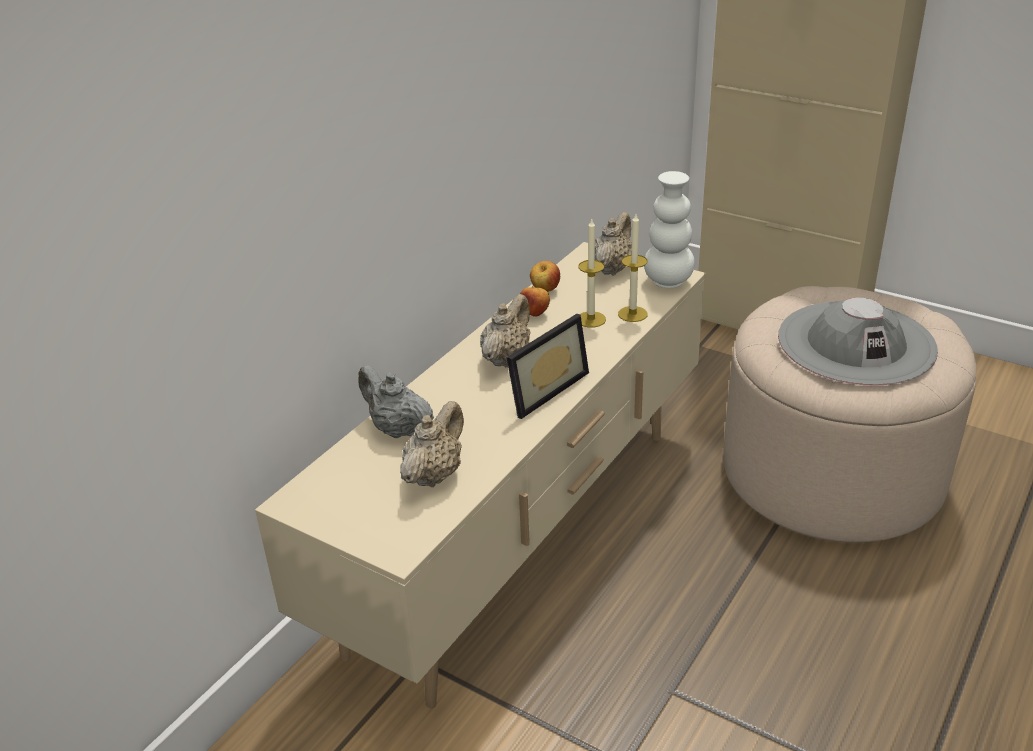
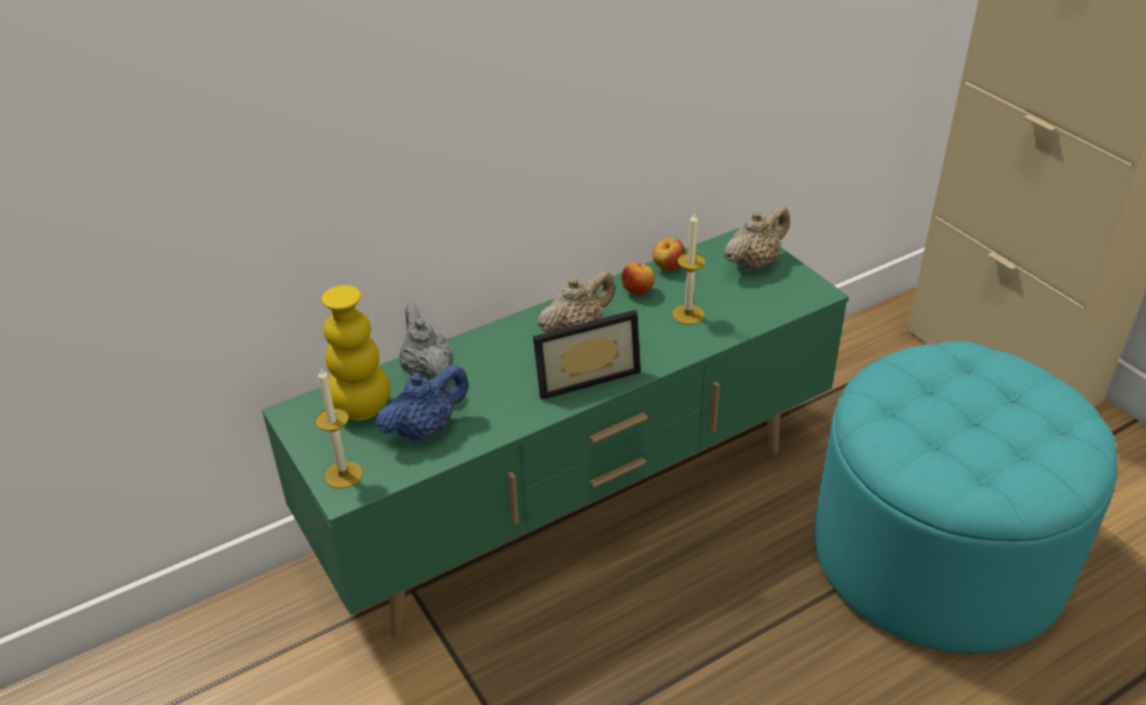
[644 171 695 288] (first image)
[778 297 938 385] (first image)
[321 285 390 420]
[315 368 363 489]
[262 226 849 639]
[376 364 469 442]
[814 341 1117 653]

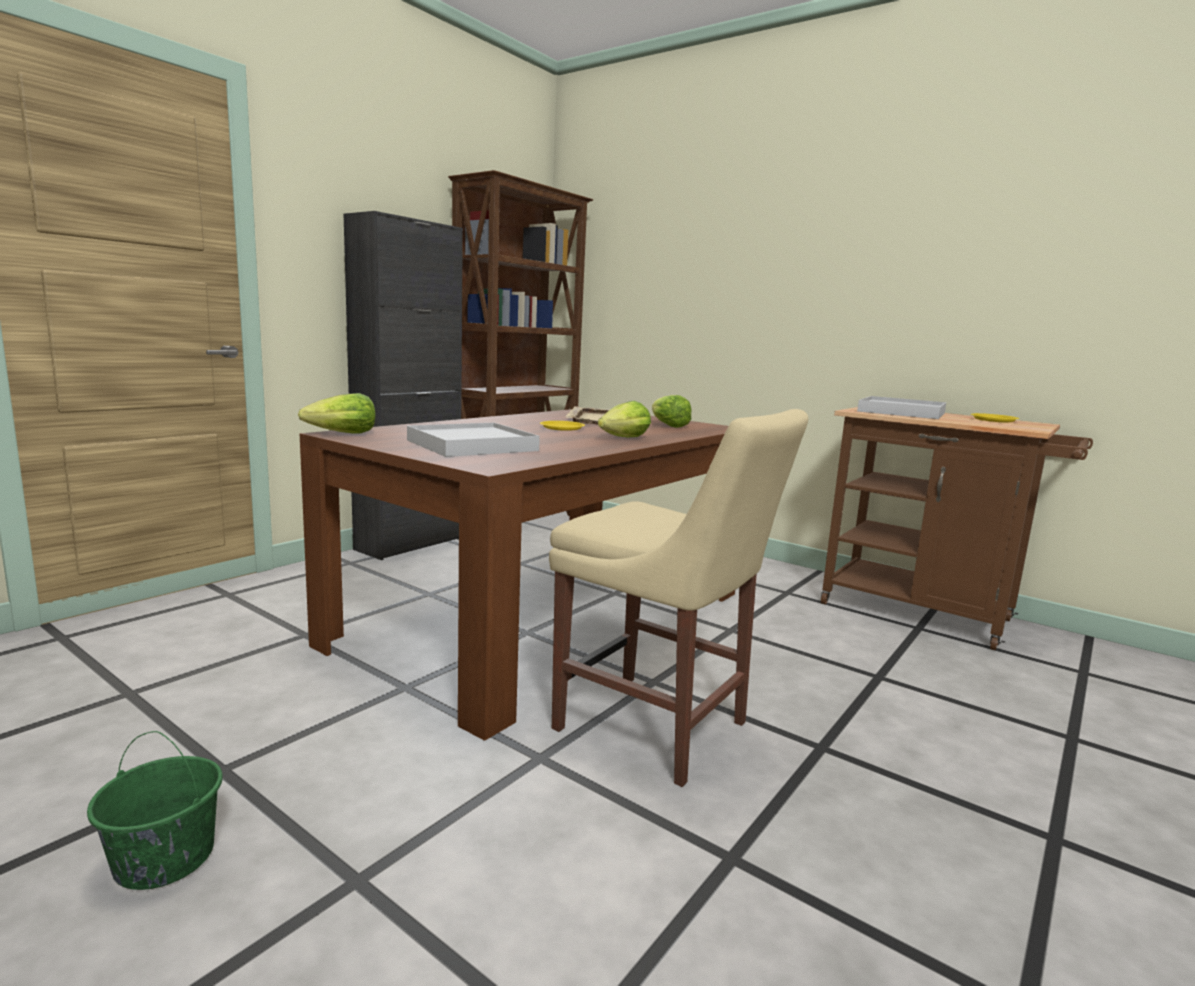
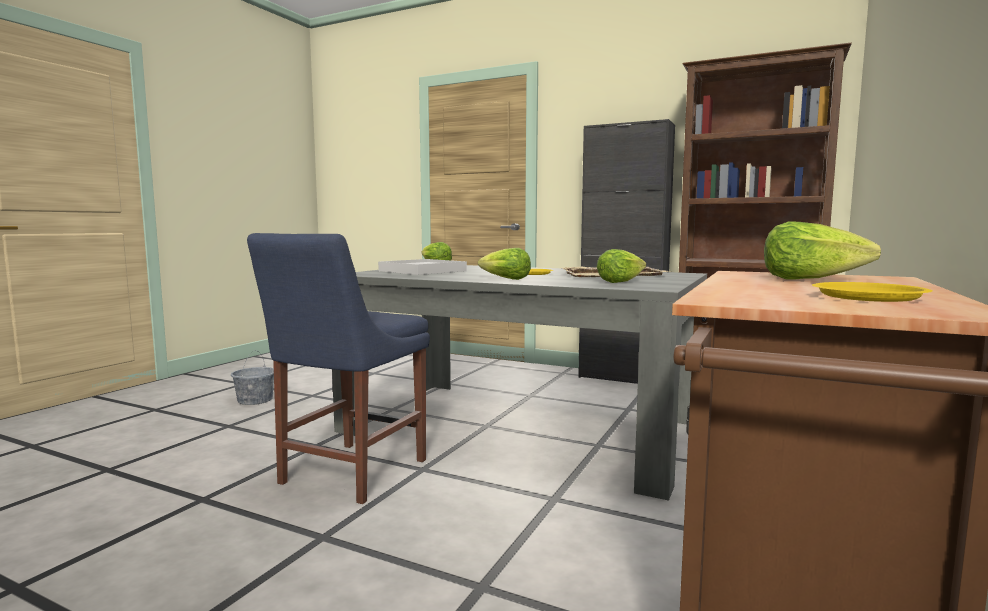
[764 222 881 279]
[231 350 274 405]
[332 265 707 501]
[247 233 430 504]

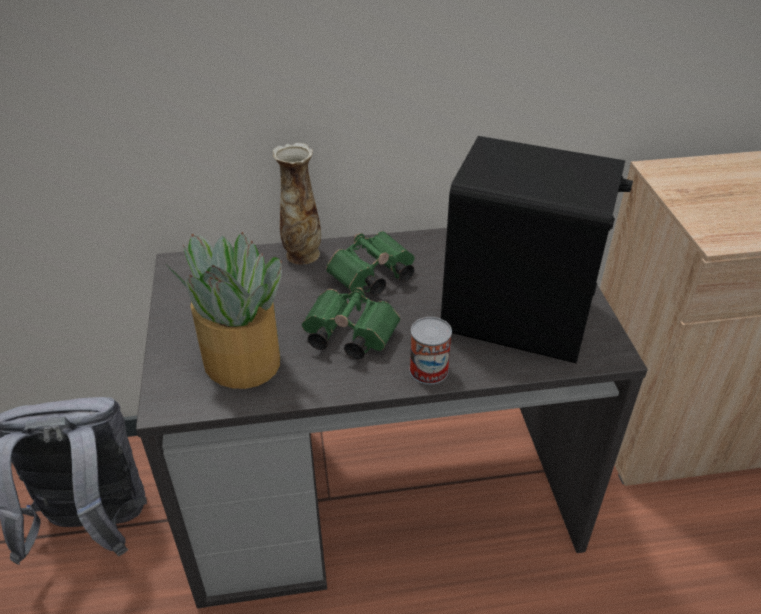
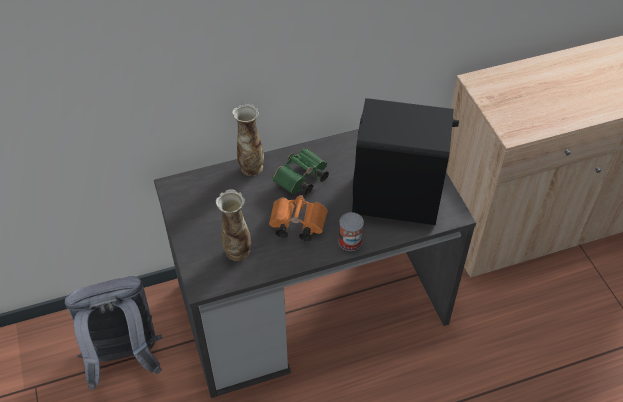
[216 189 251 261]
[269 195 328 241]

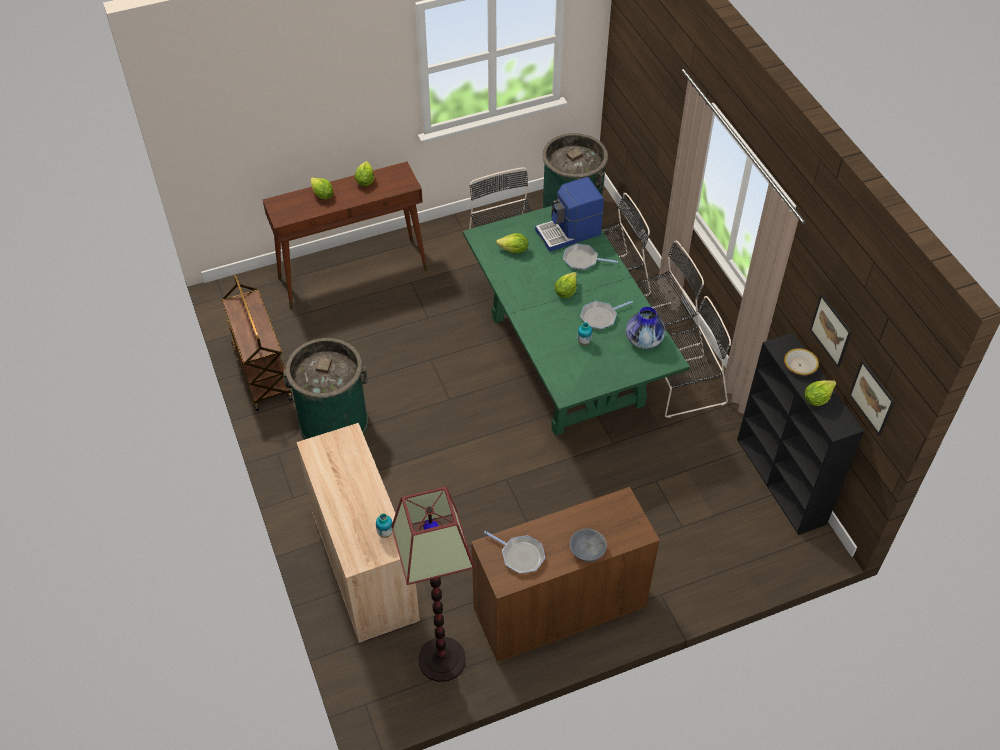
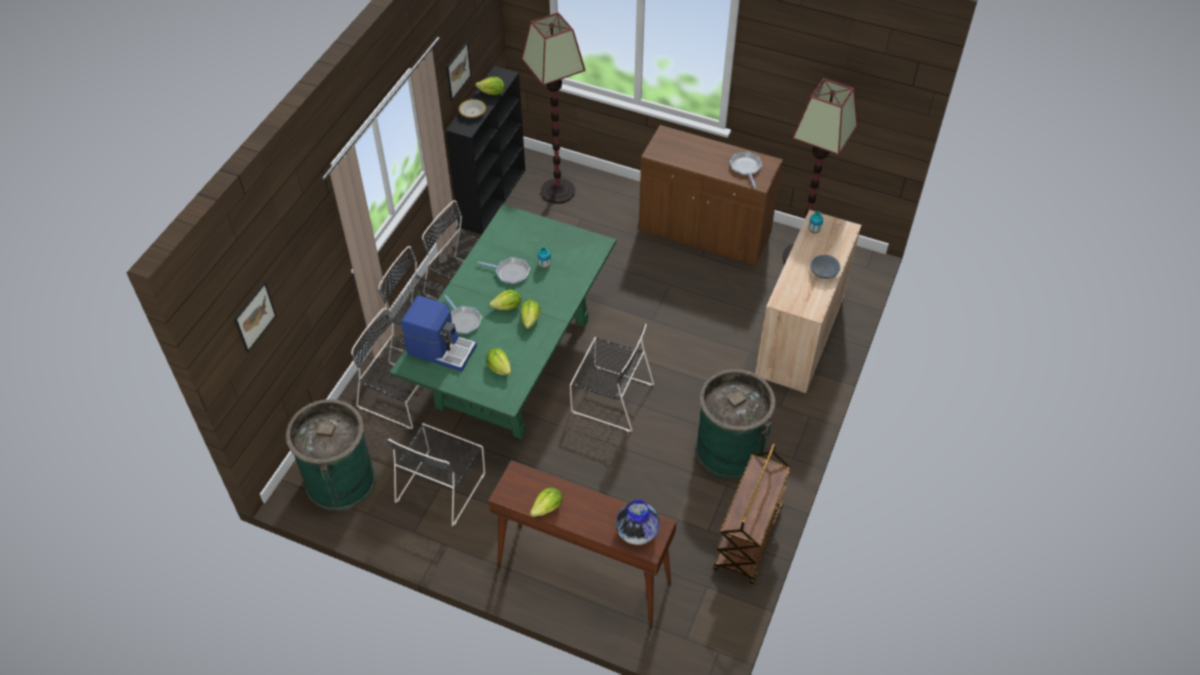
[521 12 585 204]
[570 324 654 432]
[521 300 541 329]
[810 255 840 279]
[616 500 660 545]
[234 282 277 353]

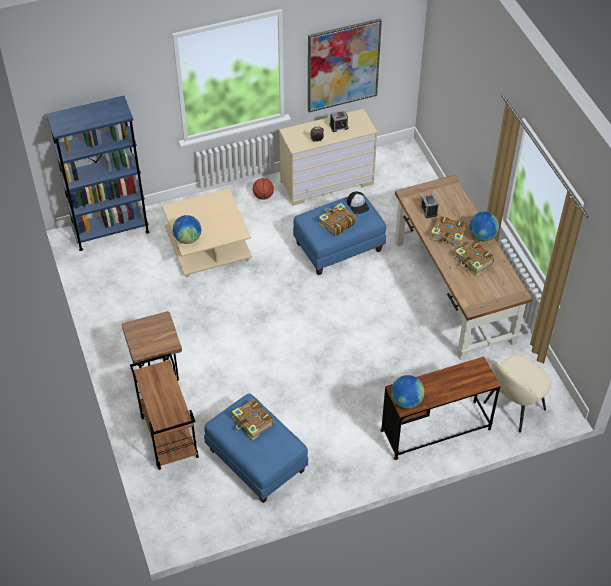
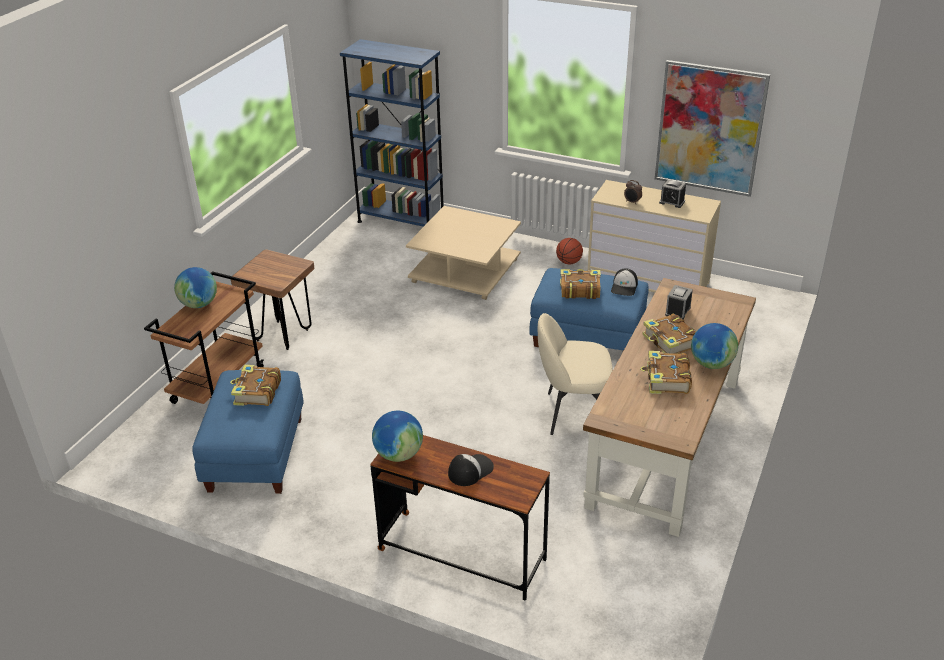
[448 454 494 486]
[174 267 217 308]
[538 313 613 435]

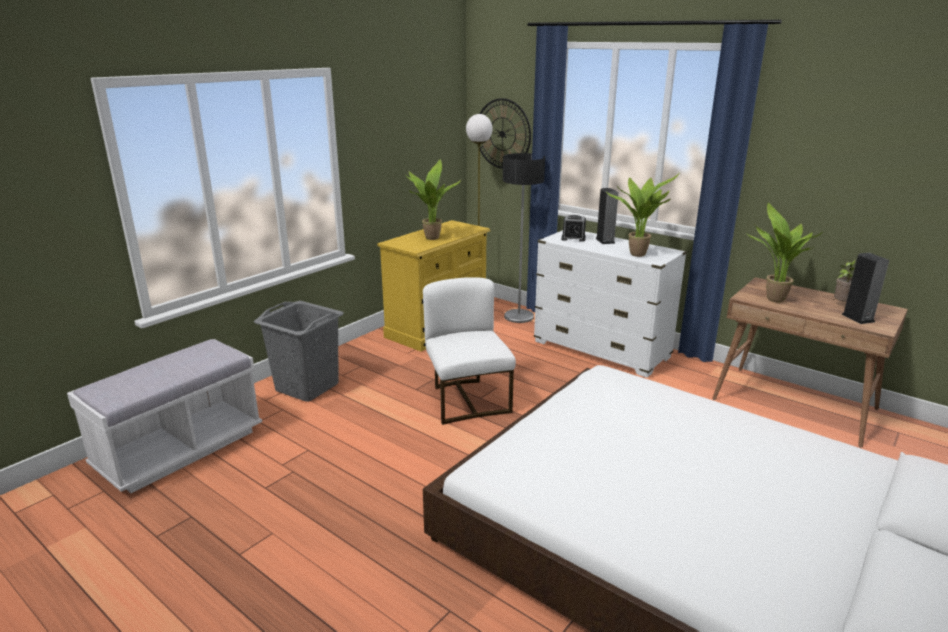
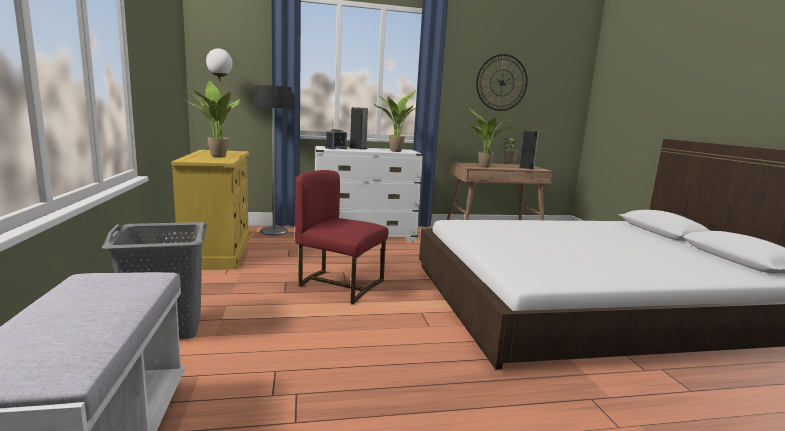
[476 54 528 111]
[295 170 388 305]

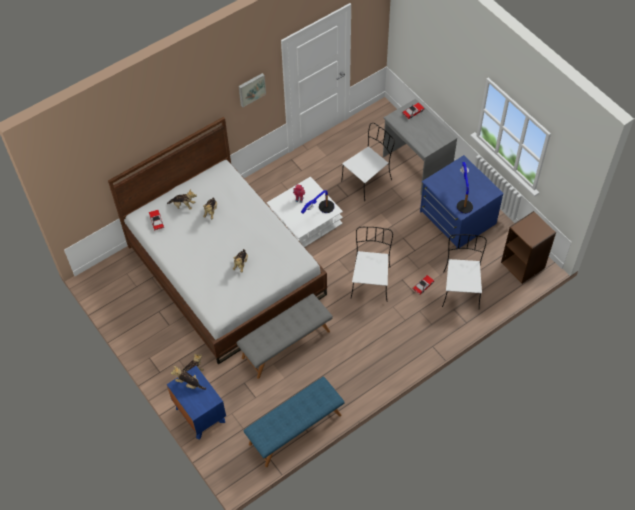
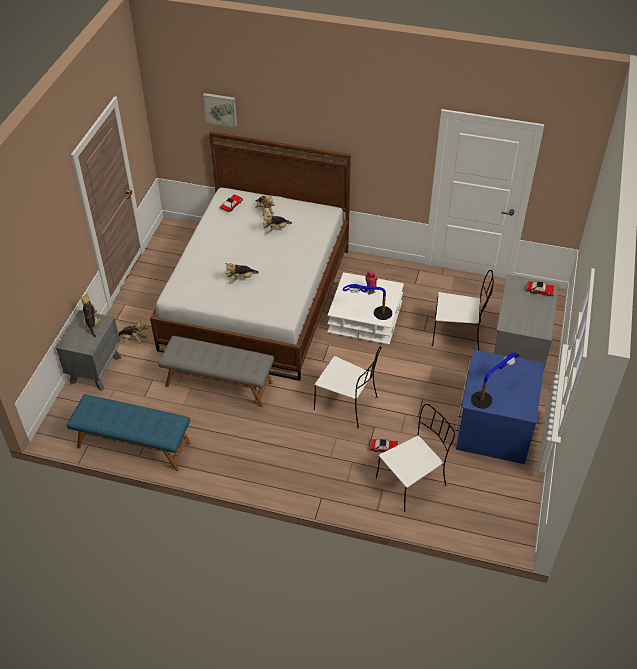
[501 211 556 284] (first image)
[203 93 237 127]
[56 310 121 391]
[314 346 381 427]

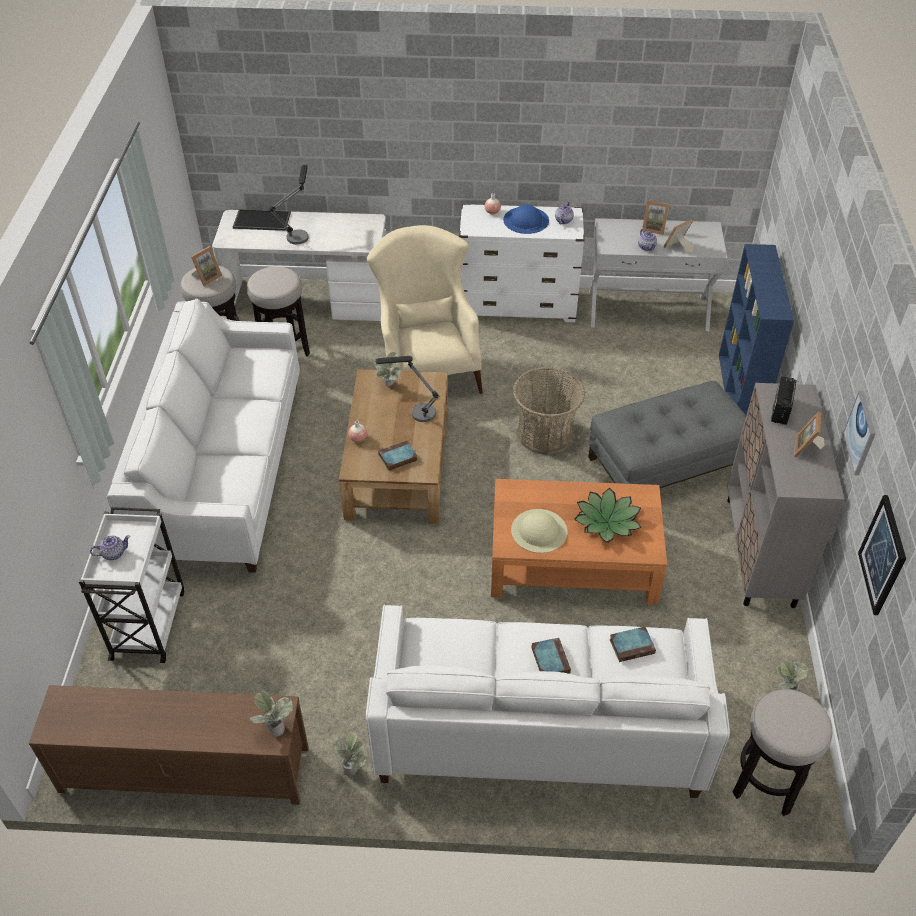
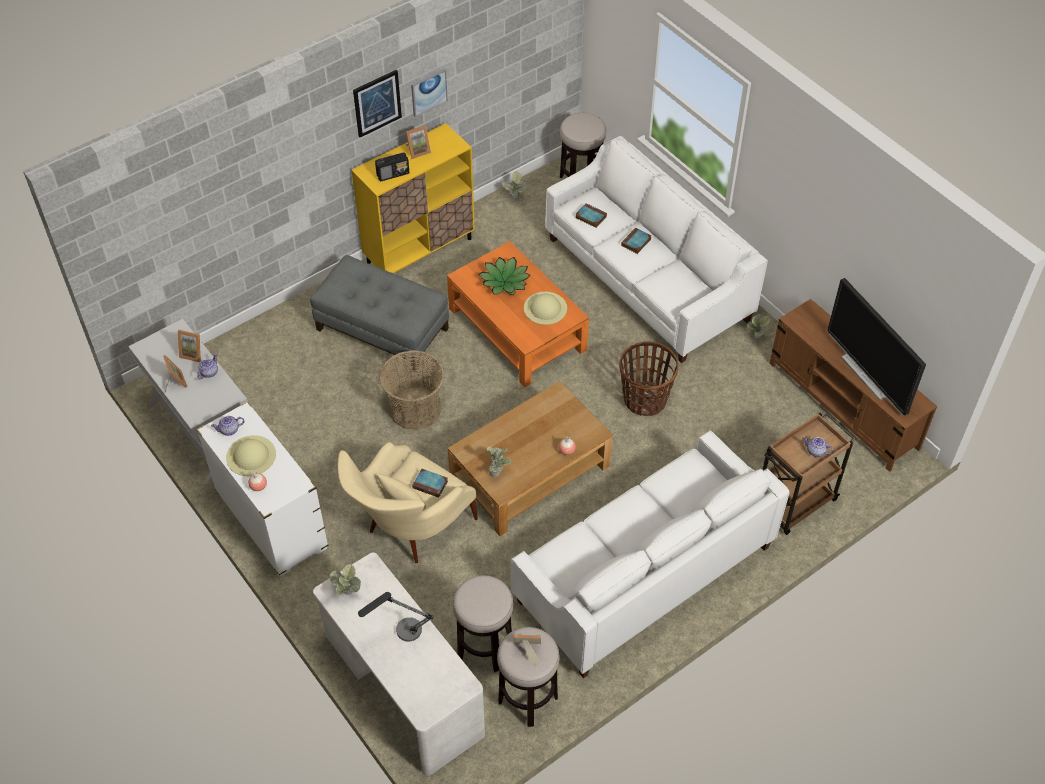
[233 209 291 231] (first image)
[375 356 440 422] (first image)
[719 244 794 415] (first image)
[619 341 678 416]
[827 278 926 416]
[329 564 361 595]
[412 469 448 498]
[353 70 402 137]
[762 413 855 535]
[226 435 276 476]
[351 123 475 273]

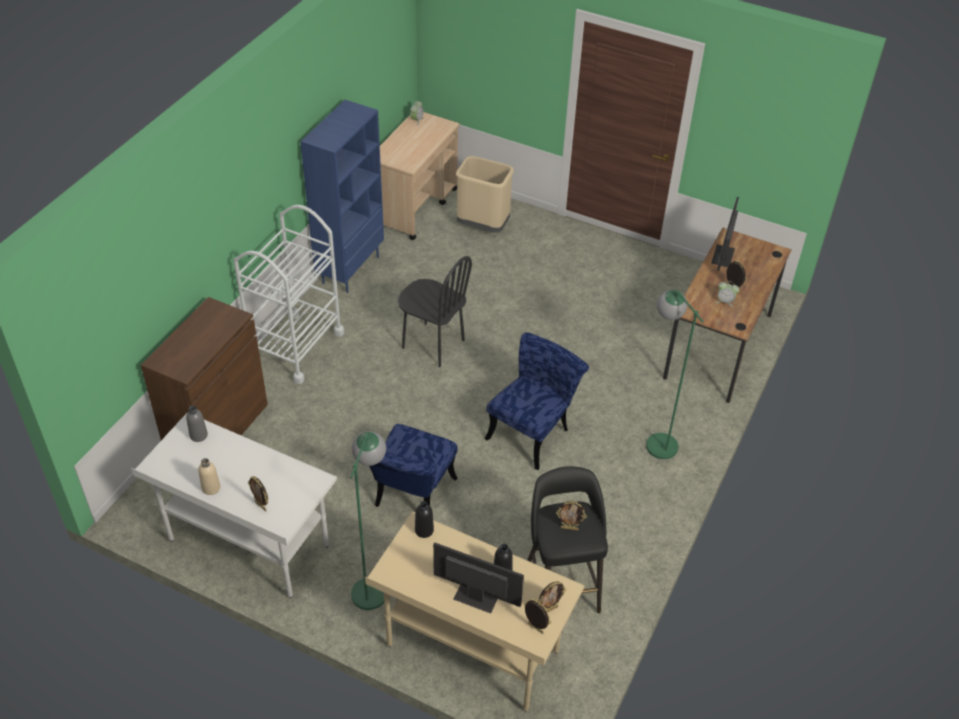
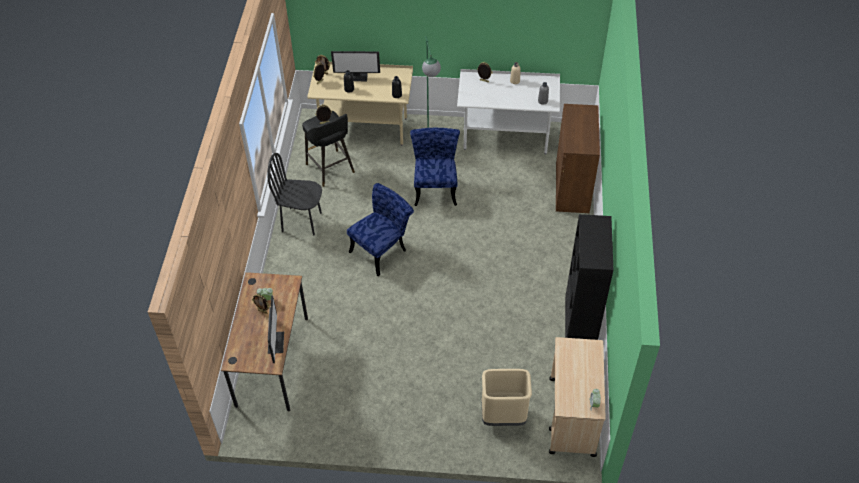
[234 205 344 384] (first image)
[646 290 704 459] (first image)
[267 153 322 236]
[565 214 613 340]
[347 183 414 276]

